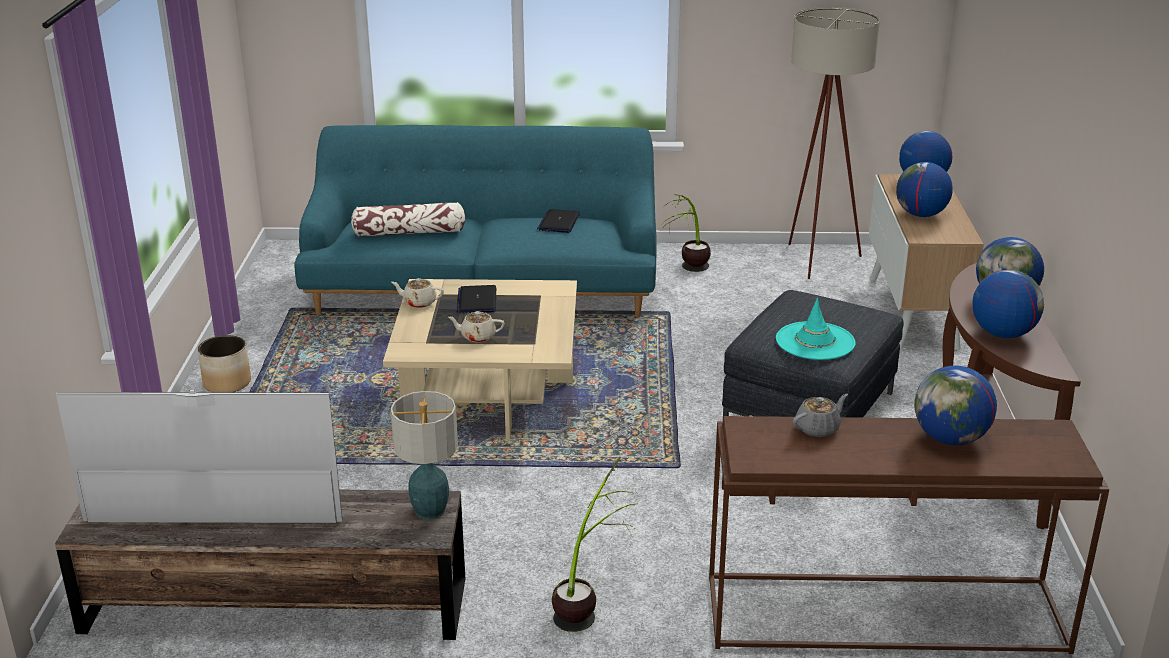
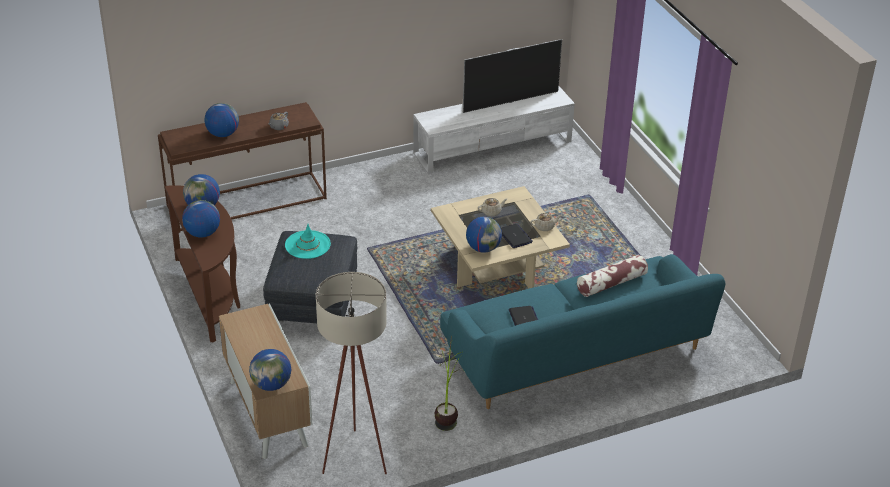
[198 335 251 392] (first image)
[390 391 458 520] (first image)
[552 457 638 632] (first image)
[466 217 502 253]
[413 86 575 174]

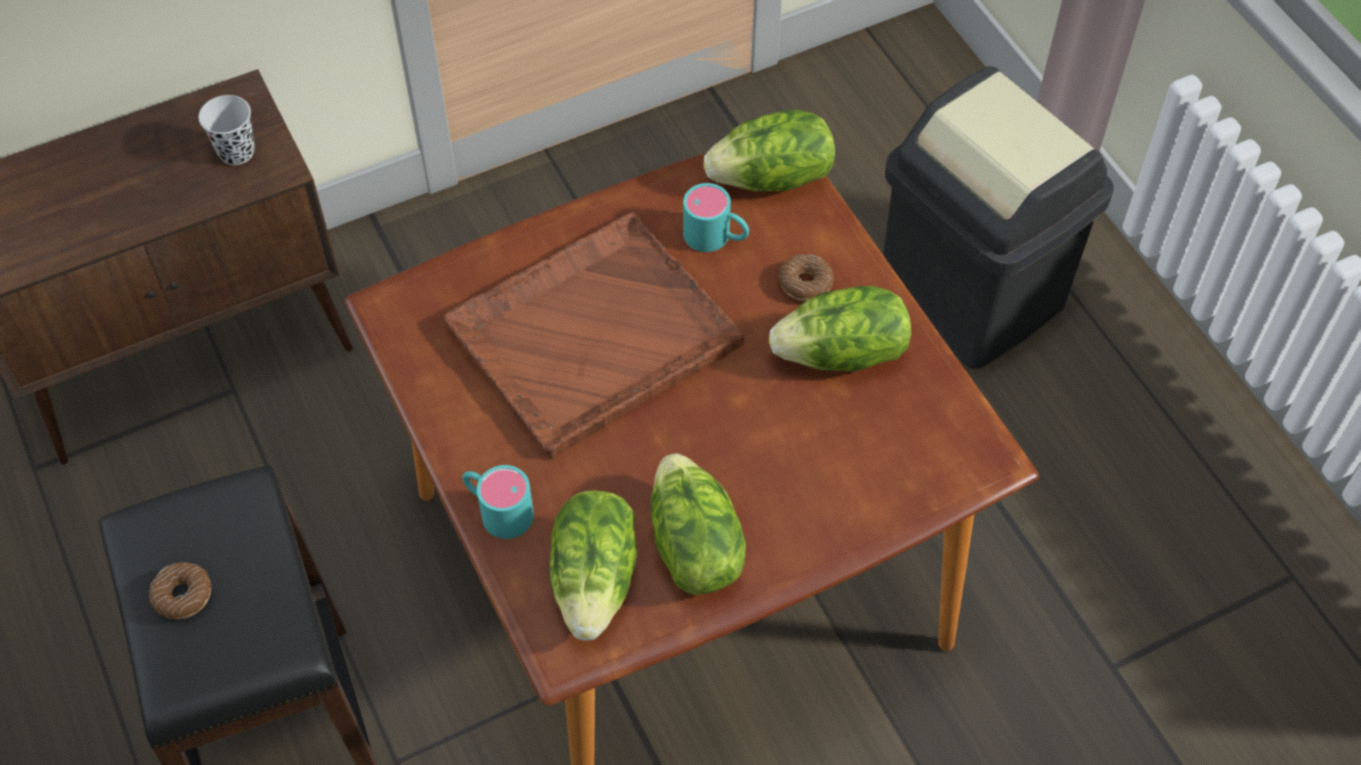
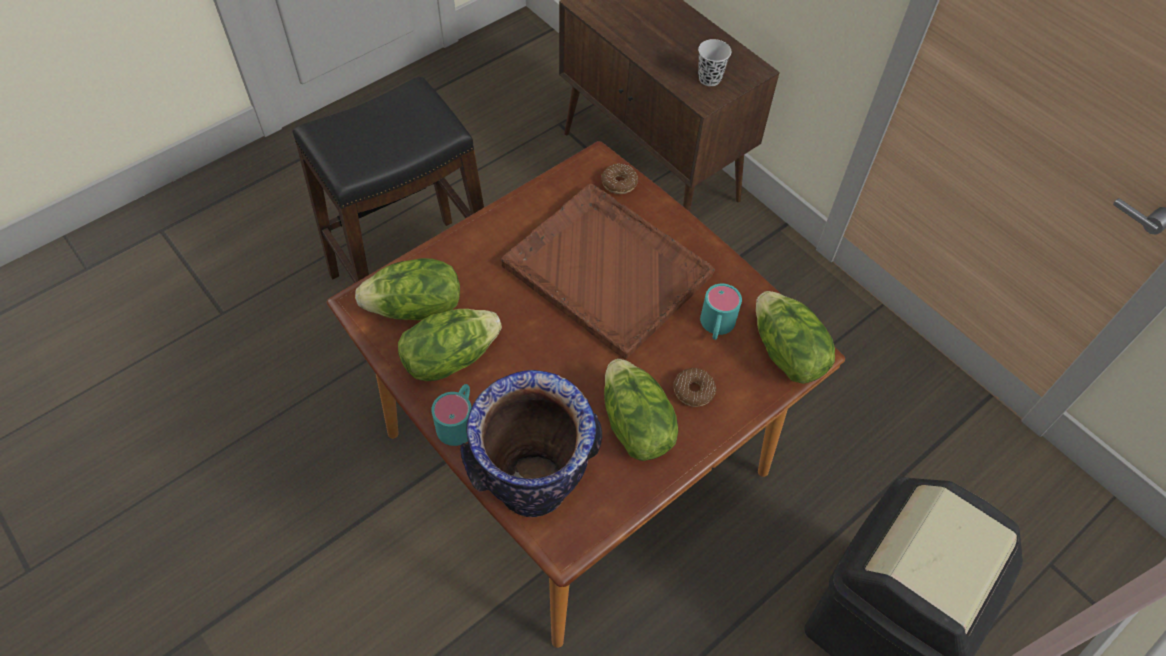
[460 370 602 517]
[601 164 638 194]
[431 384 472 446]

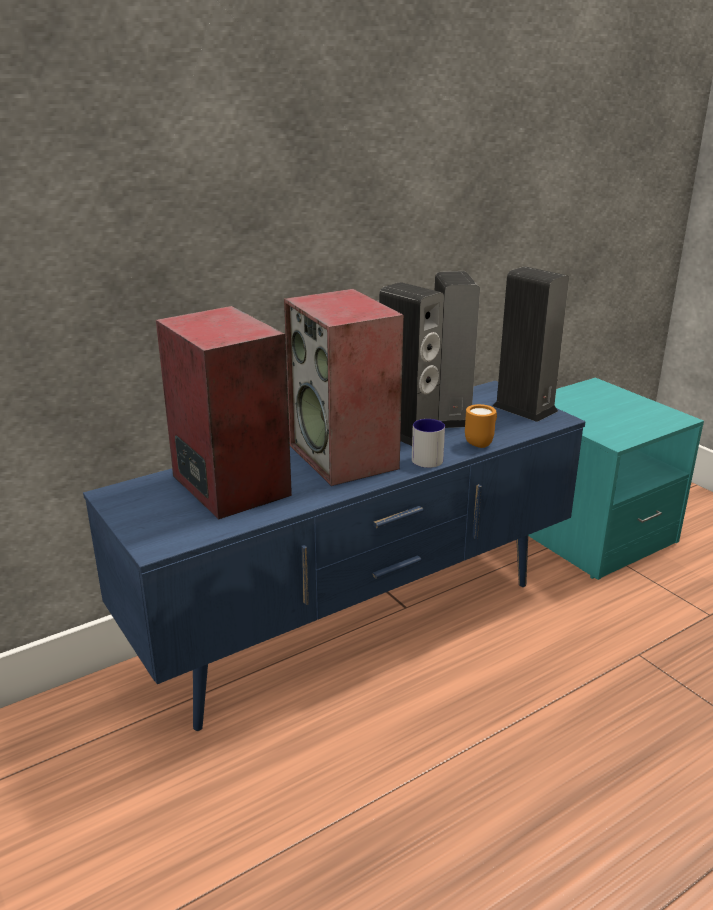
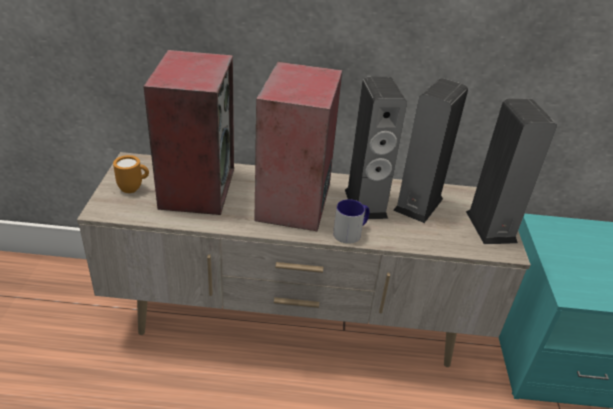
[113 155 149 193]
[77 152 531 367]

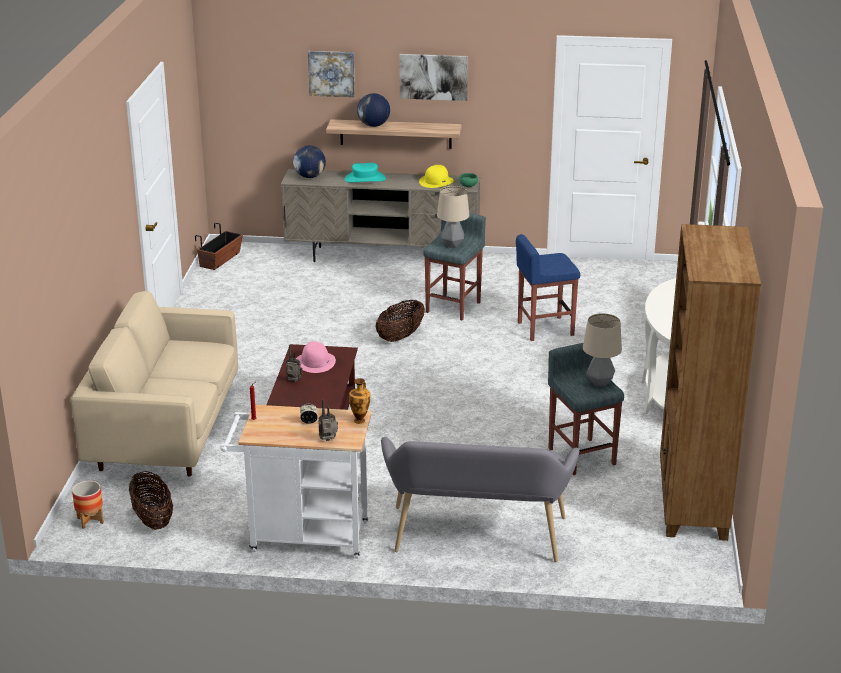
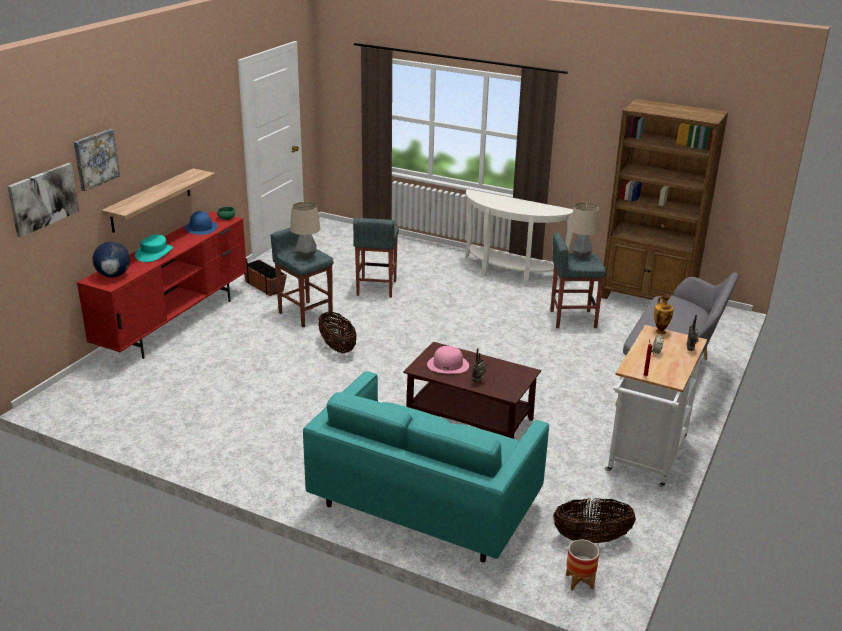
[357 93 390 127] (first image)
[244 258 287 296]
[7 163 79 237]
[303 371 549 563]
[77 211 247 359]
[184 211 218 235]
[353 218 399 298]

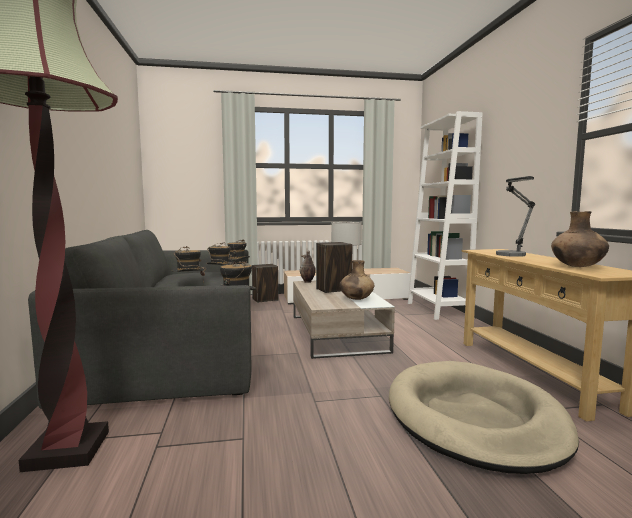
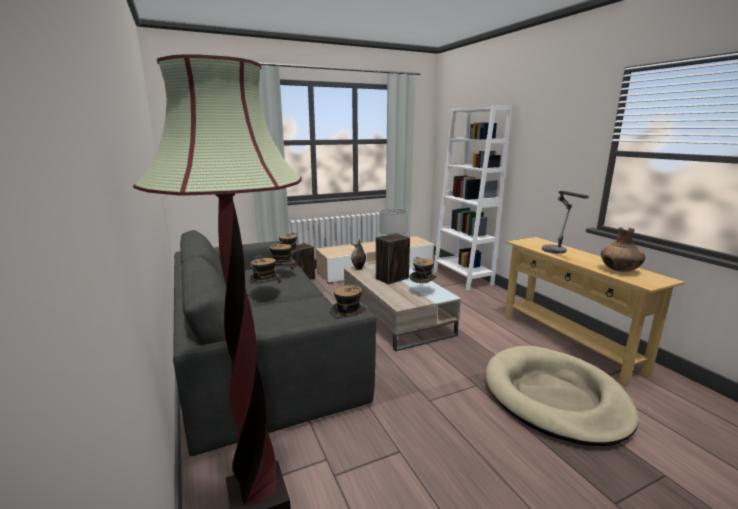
[409 257 437 286]

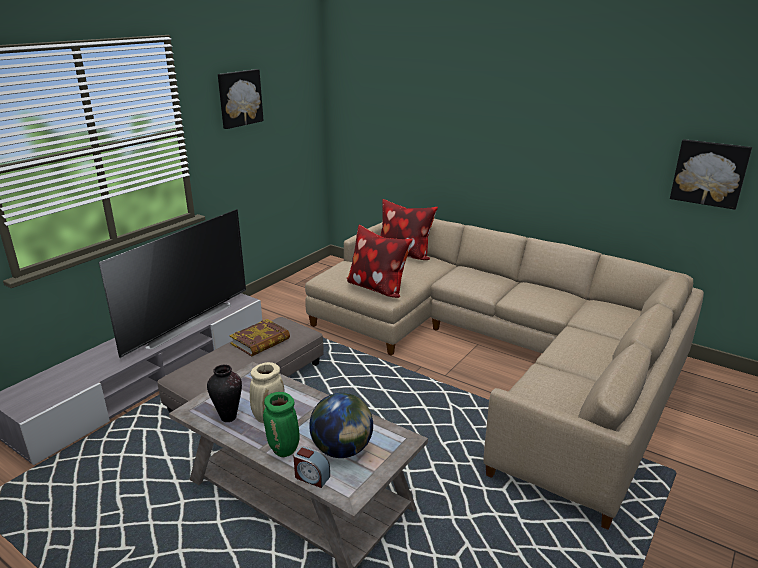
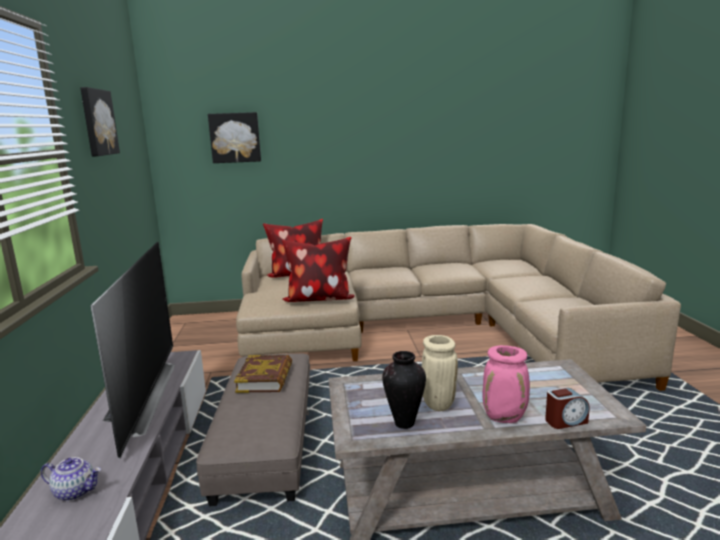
[309 393 373 458] (first image)
[41 457 101 501]
[208 112 261 163]
[482 345 530 423]

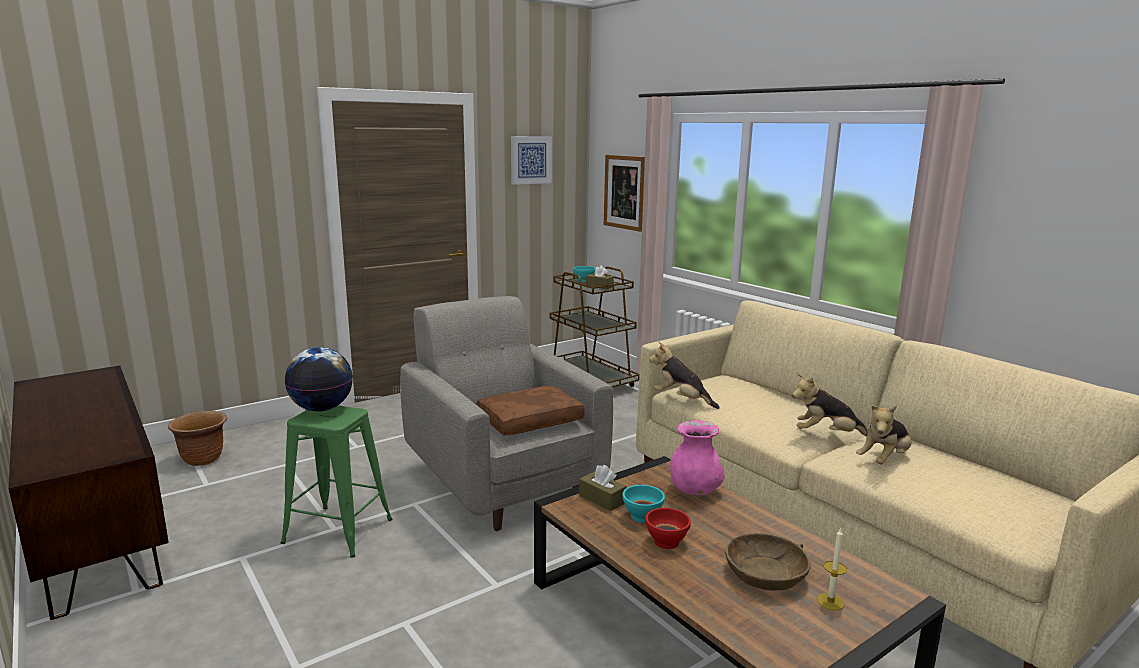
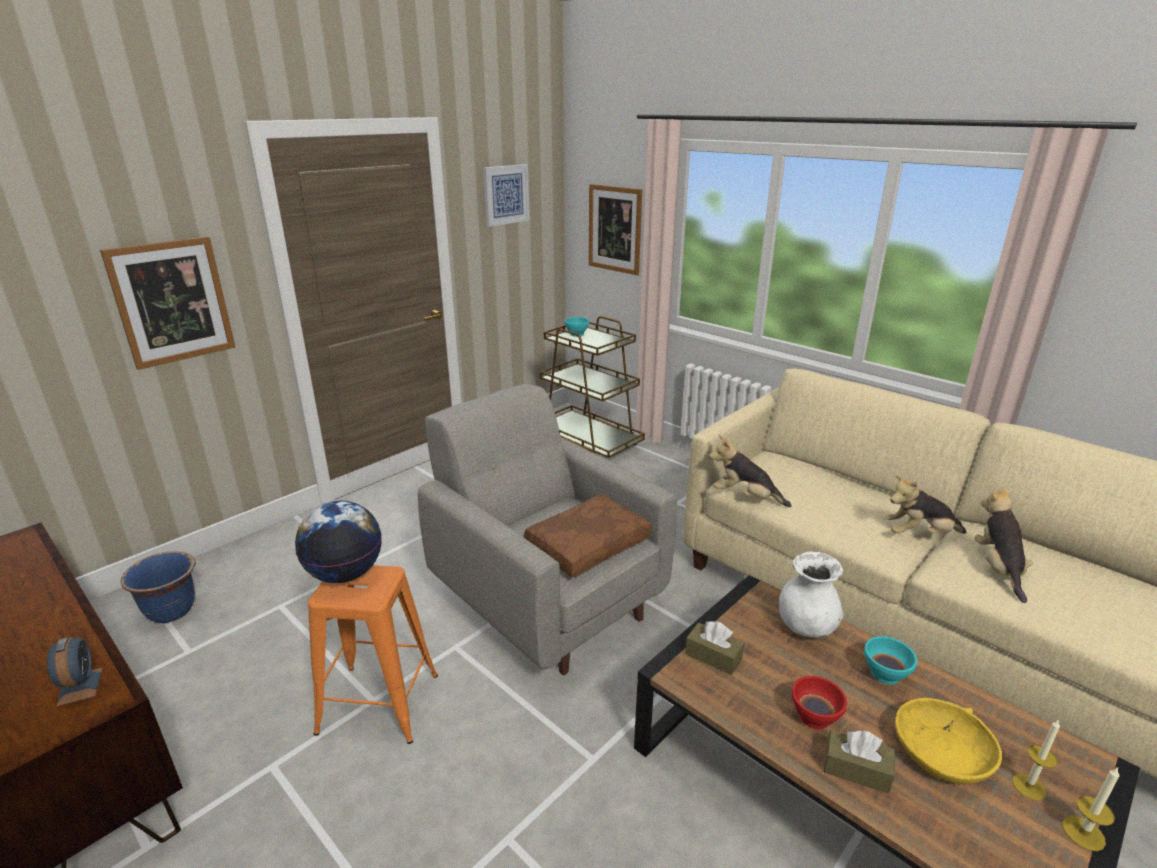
[47 637 103 706]
[100 236 235 370]
[1062 767 1119 851]
[824 730 895 794]
[864 636 917 685]
[121 551 196 623]
[308 565 438 744]
[779 551 843 638]
[895 698 1002 784]
[975 486 1033 603]

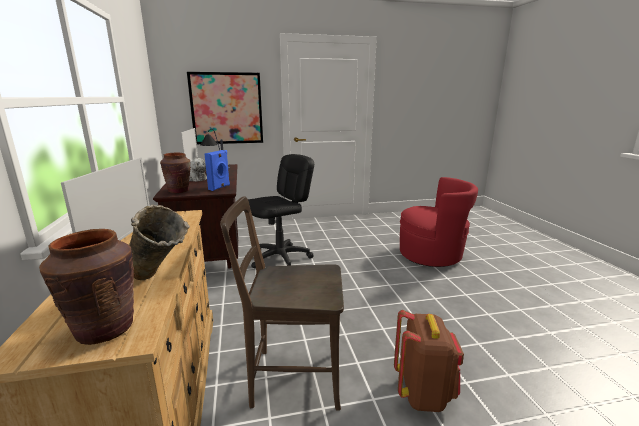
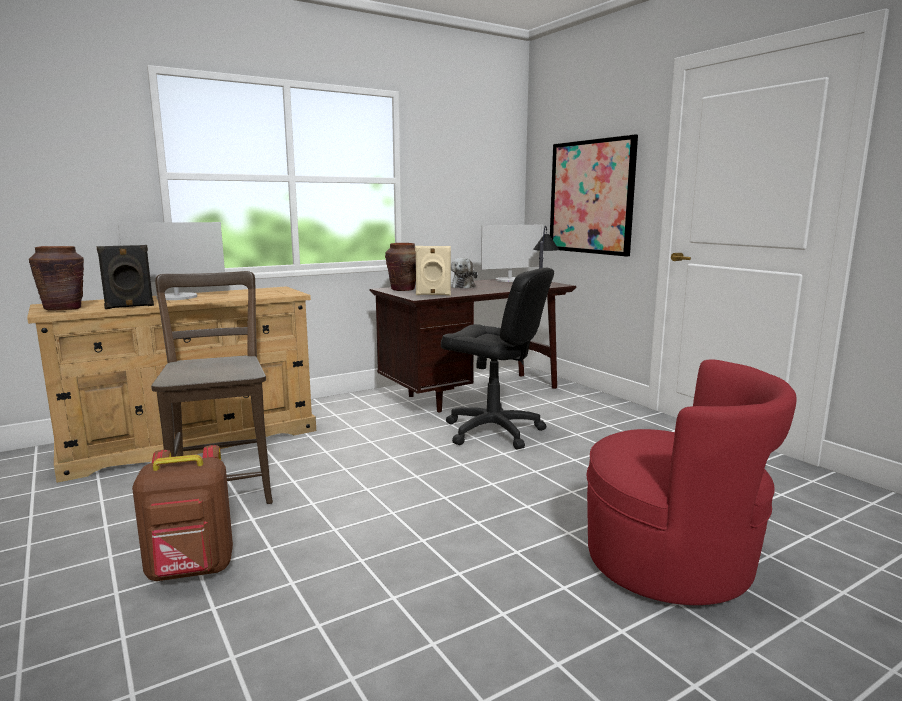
[96 245 154 309]
[415 246 451 296]
[587 360 796 605]

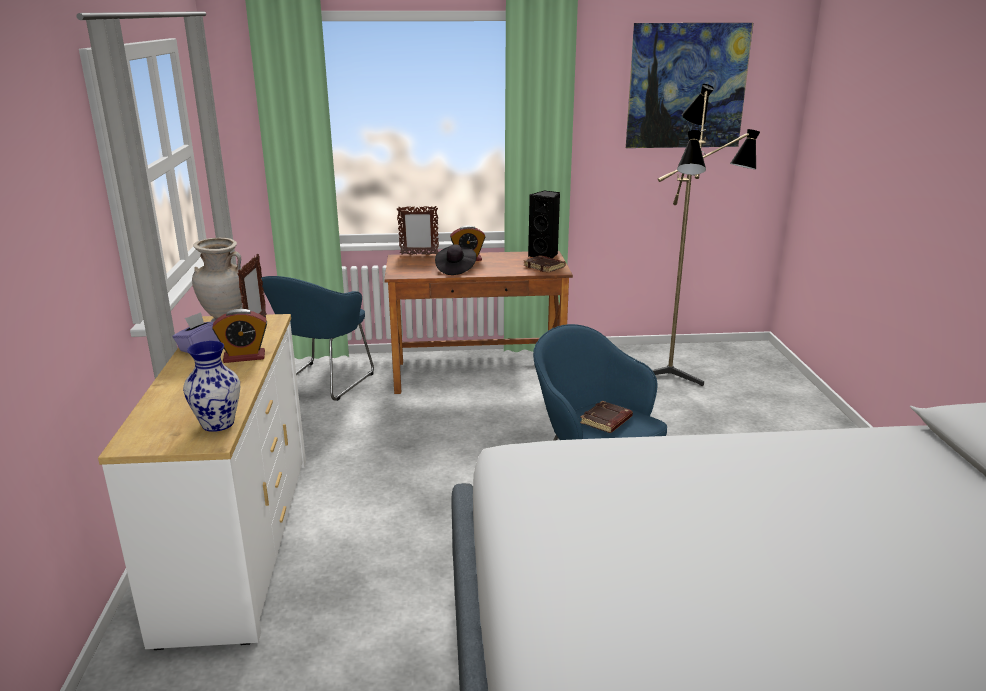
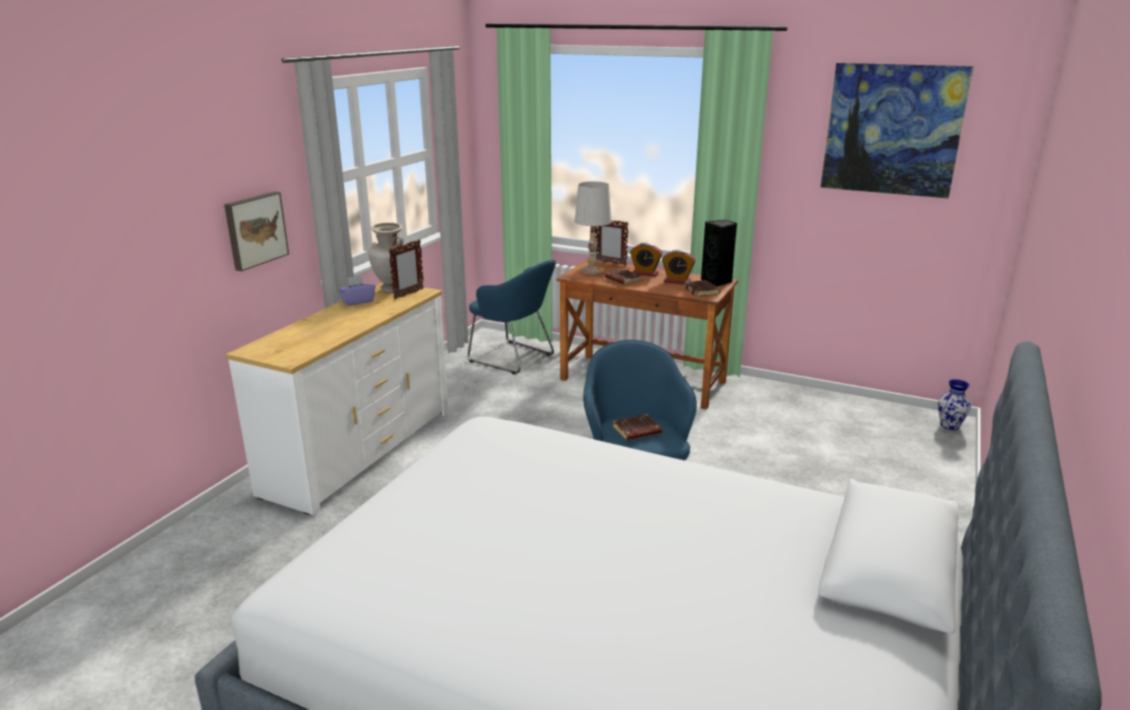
[652 84 760 386] (first image)
[224 191 289 271]
[575 181 612 274]
[938 379 971 430]
[662 250 696 284]
[605 269 643 285]
[468 260 556 374]

